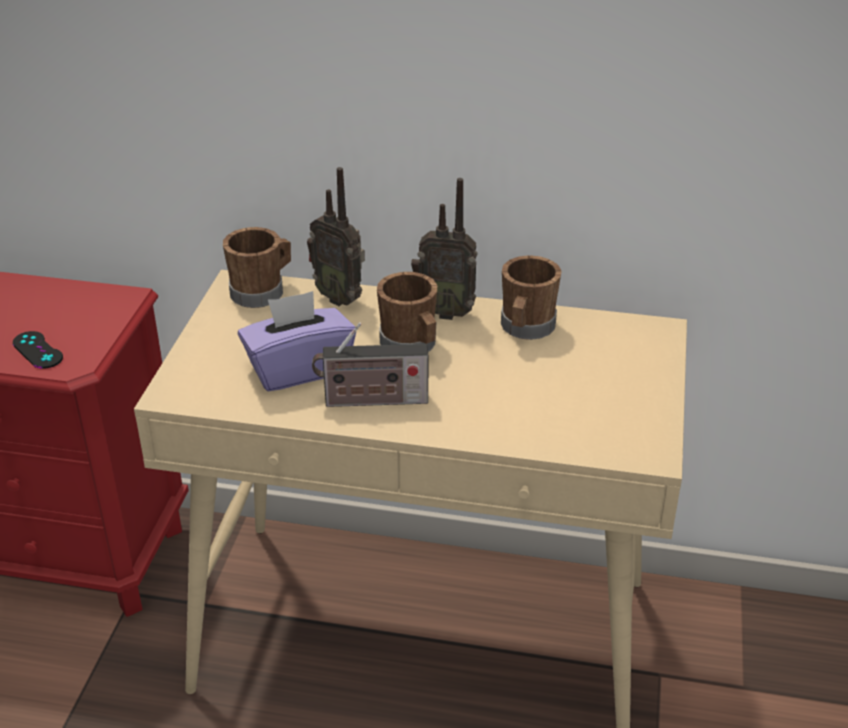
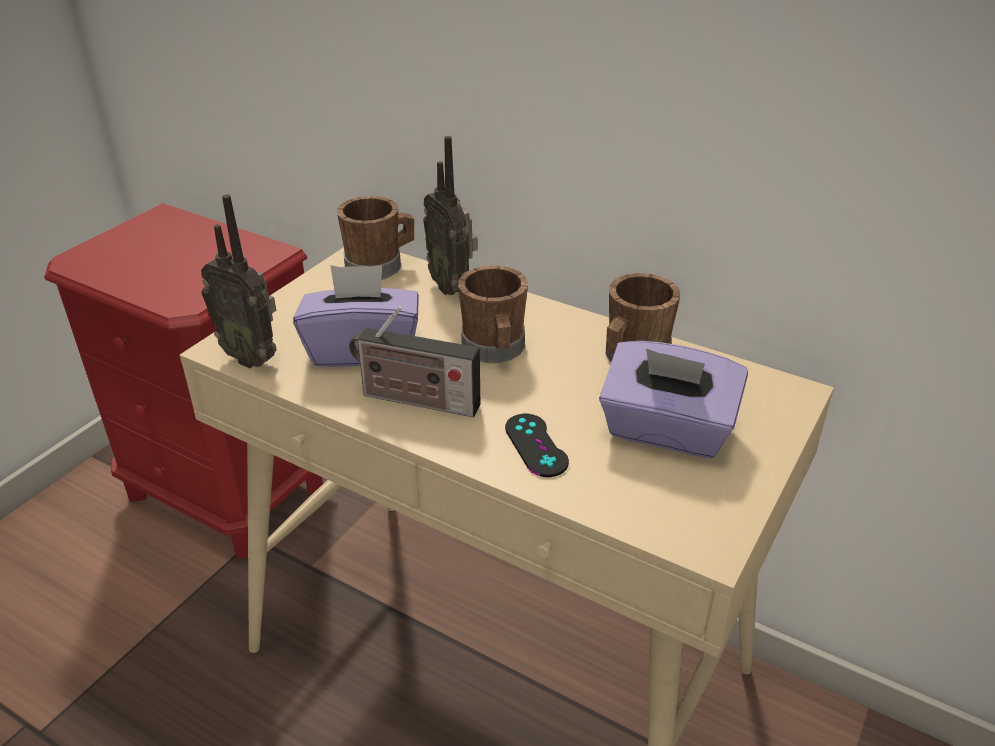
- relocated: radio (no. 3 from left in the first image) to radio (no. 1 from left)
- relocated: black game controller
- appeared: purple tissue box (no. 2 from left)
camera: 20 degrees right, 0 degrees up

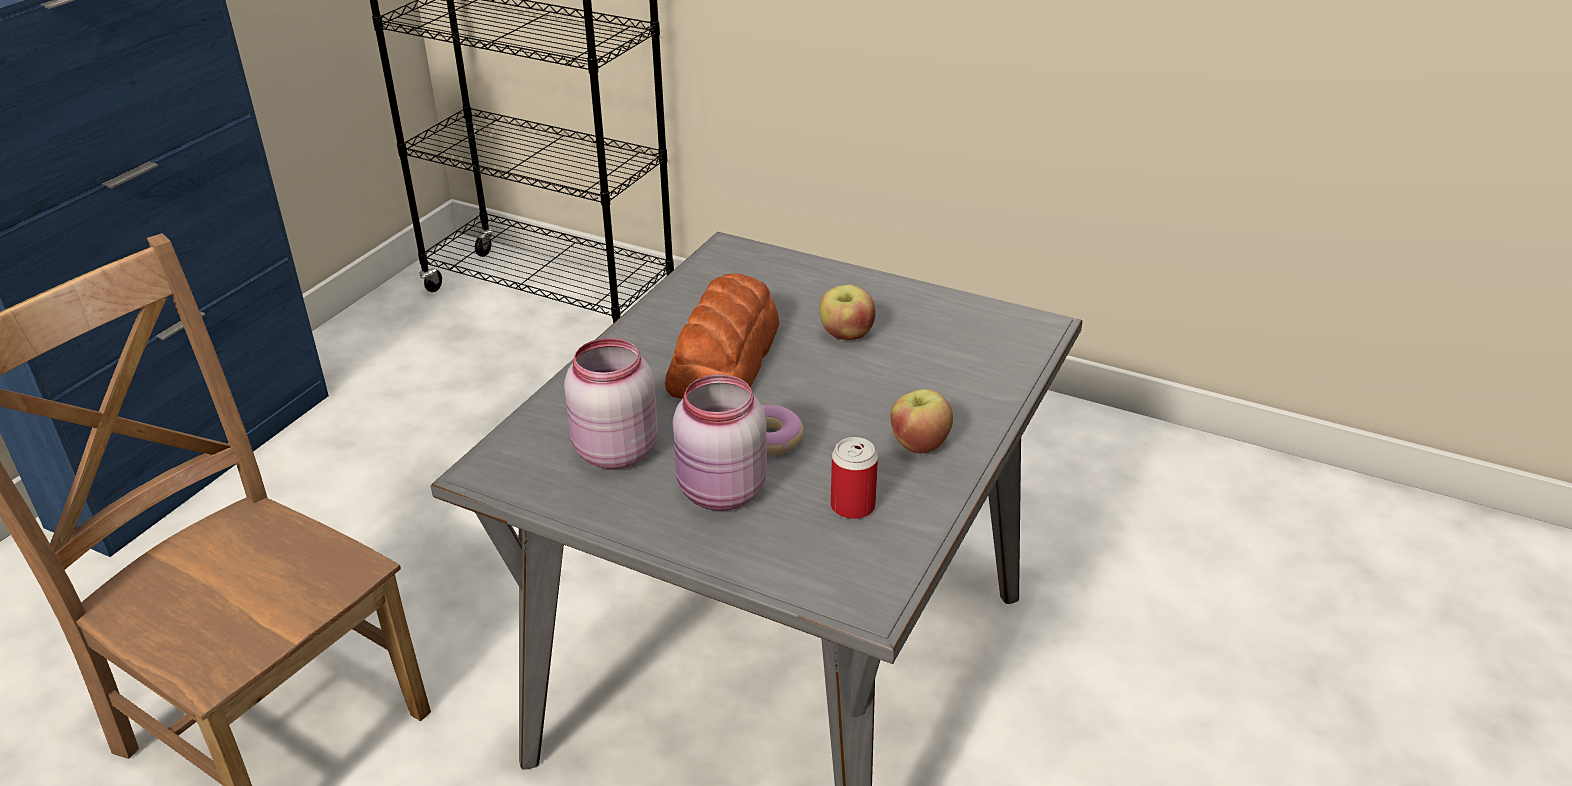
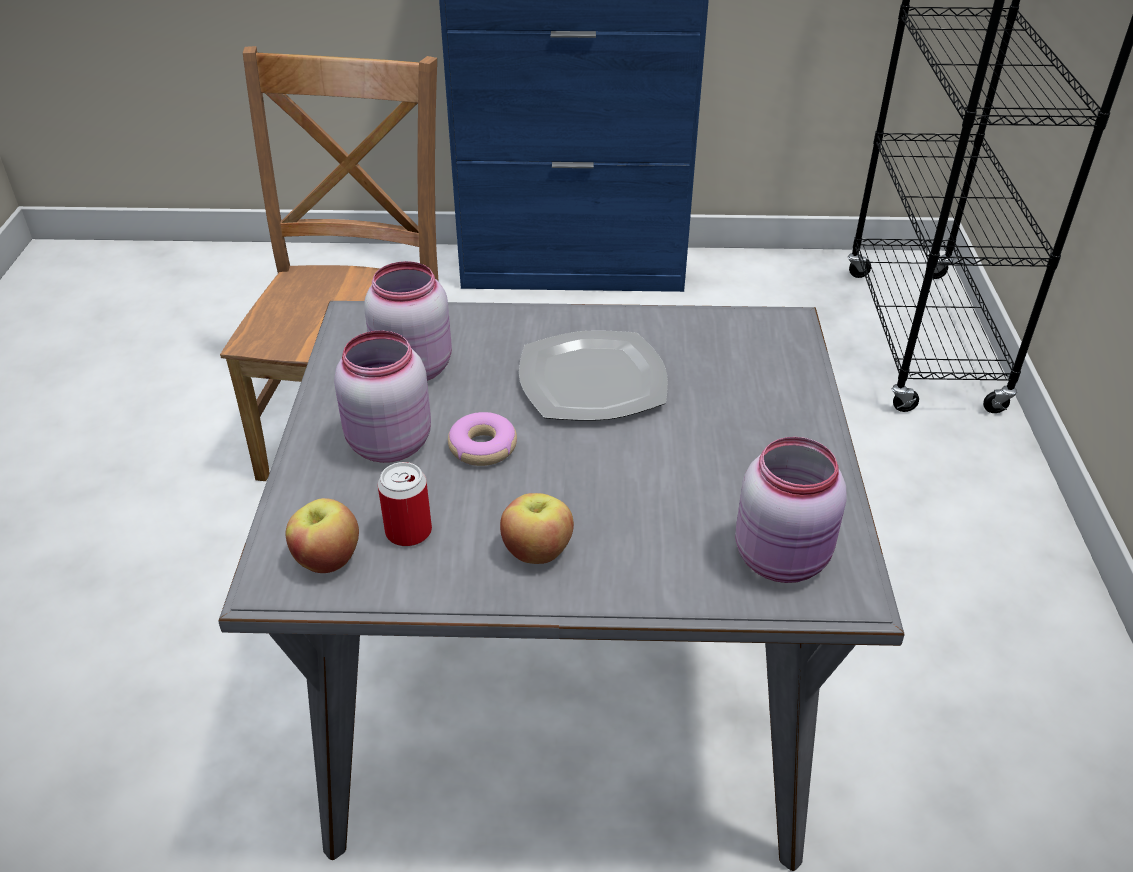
- exchanged: bread to plate
- relocated: apple (no. 1 from left)
- appeared: pink jar (no. 3 from left)
camera: 65 degrees right, 5 degrees up

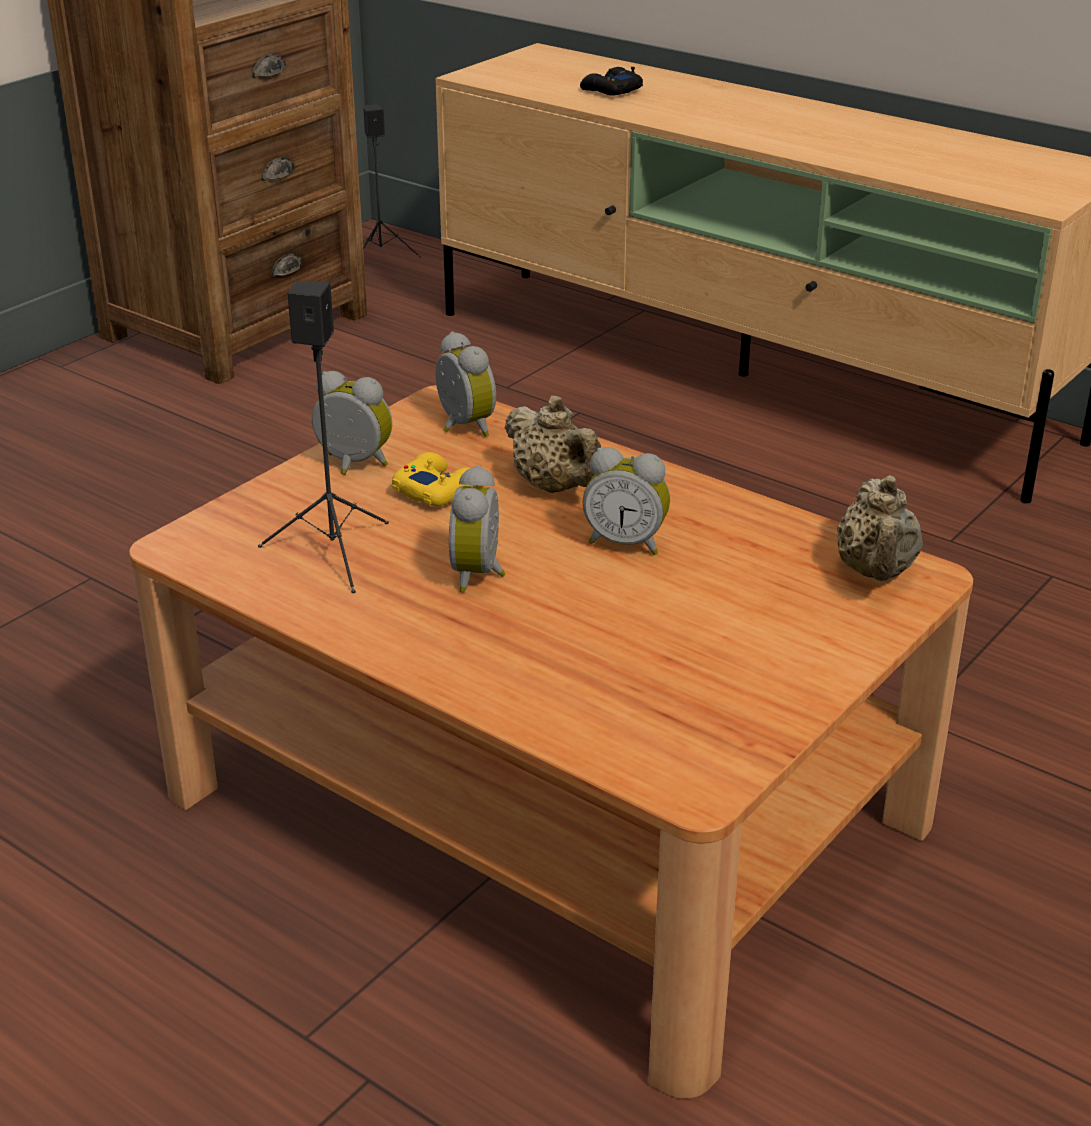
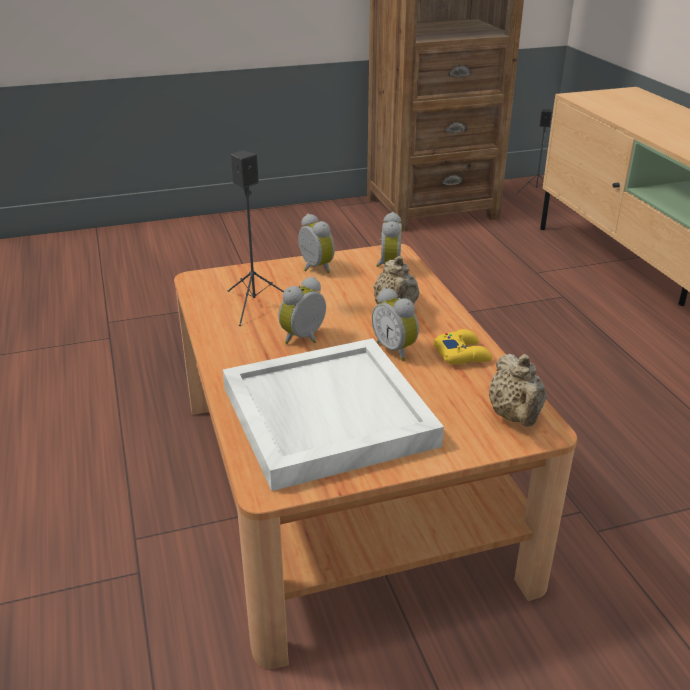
- missing: black game controller
- relocated: yellow game controller
- spun: beige teapot (no. 2 from left) 45 degrees counterclockwise
- appeared: white tray
camera: 35 degrees right, 0 degrees up

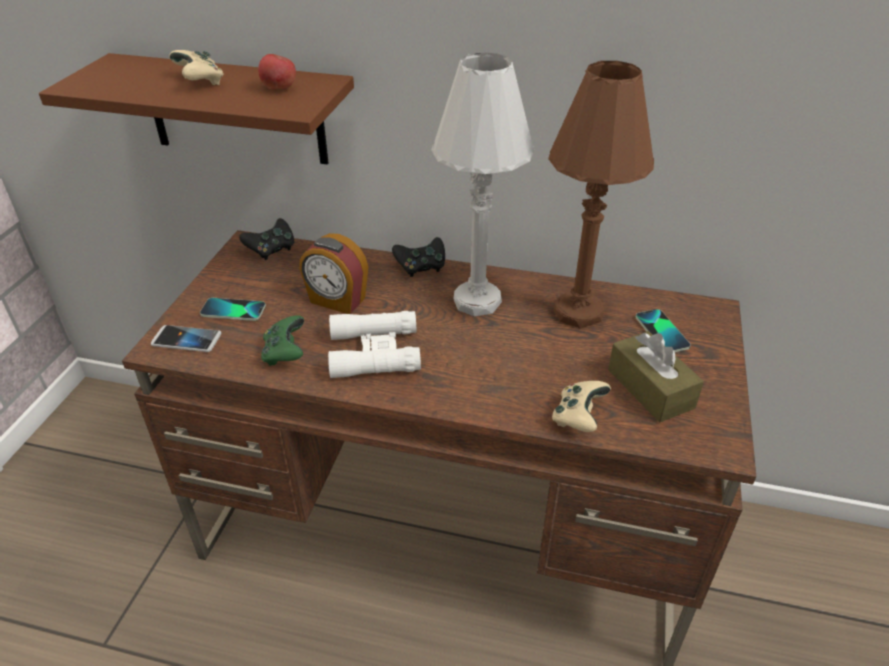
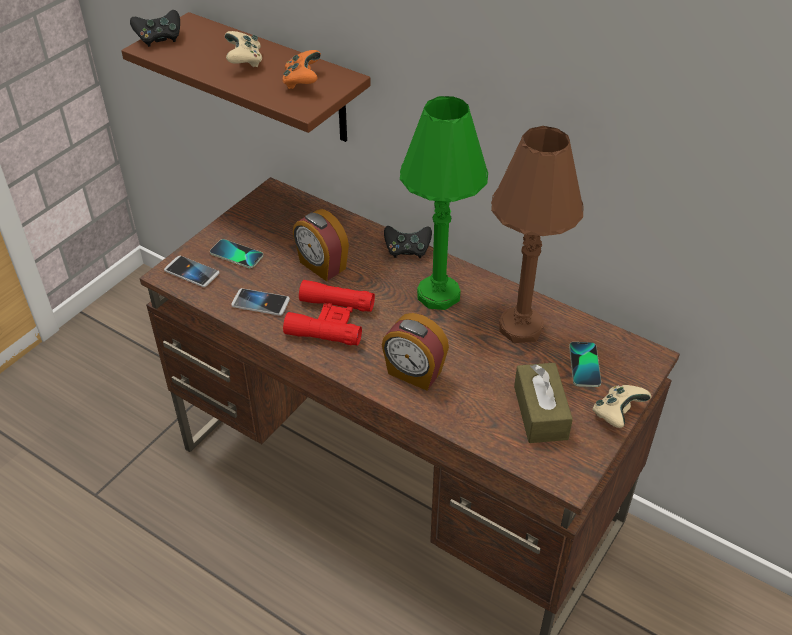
- colour: white table lamp to green table lamp
- exchanged: apple to orange game controller
- relocated: black game controller (no. 1 from left)
- colour: white binoculars to red binoculars
- exchanged: green game controller to phone (no. 3 from left)
- relocated: beige game controller (no. 2 from left)
- appeared: alarm clock (no. 2 from left)
camera: 20 degrees right, 5 degrees up

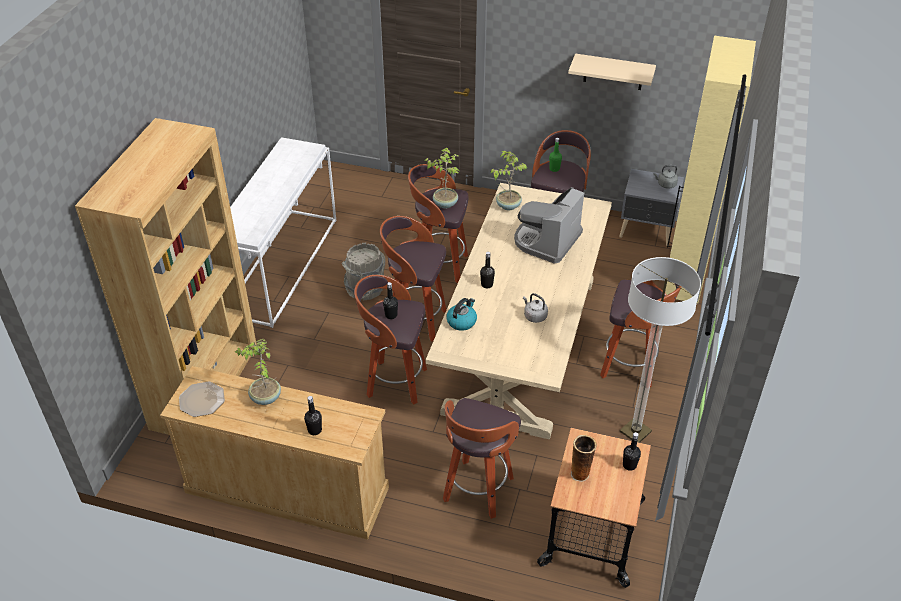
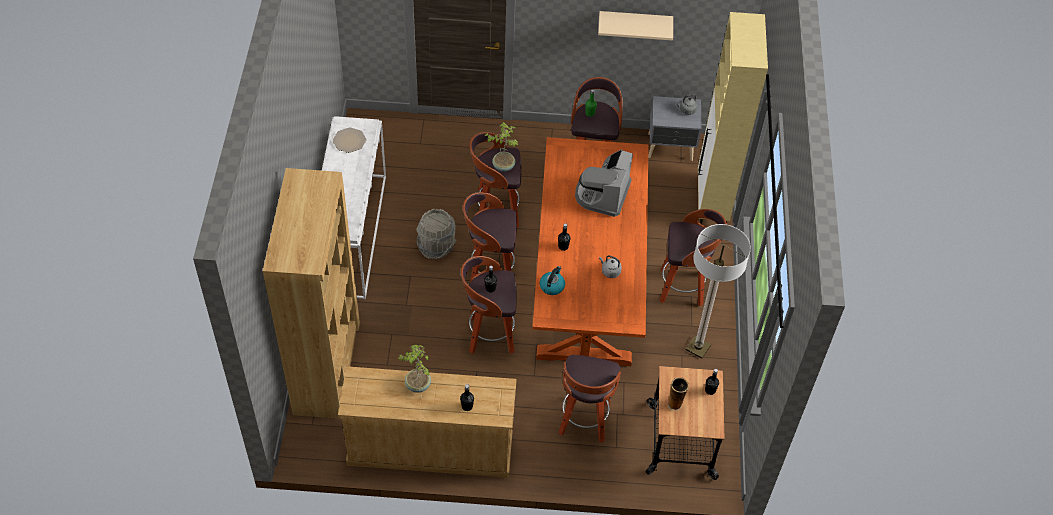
- missing: potted plant (no. 3 from left)
- colour: beige dining table to orange dining table
- relocated: plate
camera: 15 degrees left, 10 degrees up

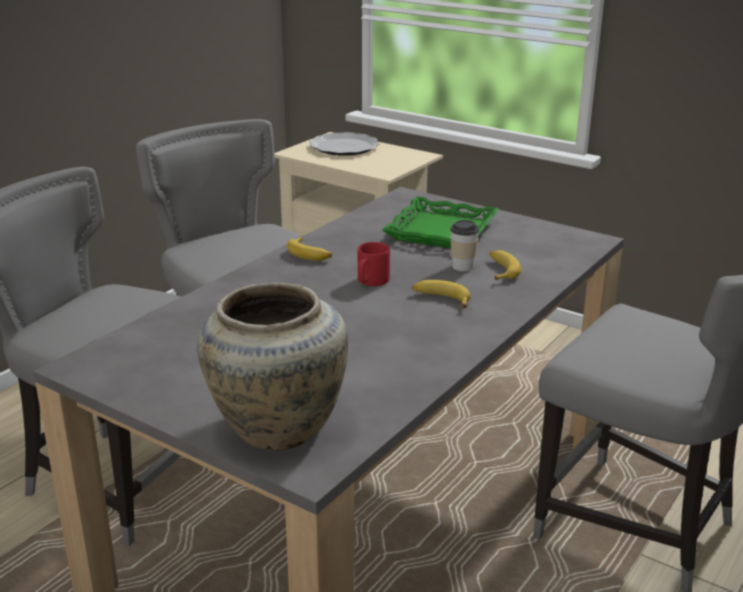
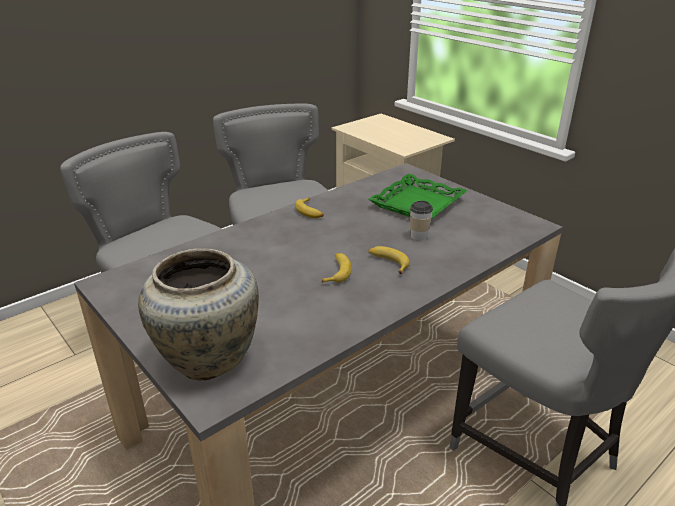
- missing: plate
- missing: red mug
- relocated: banana (no. 3 from left in the first image) to banana (no. 2 from left)
camera: 15 degrees right, 5 degrees up

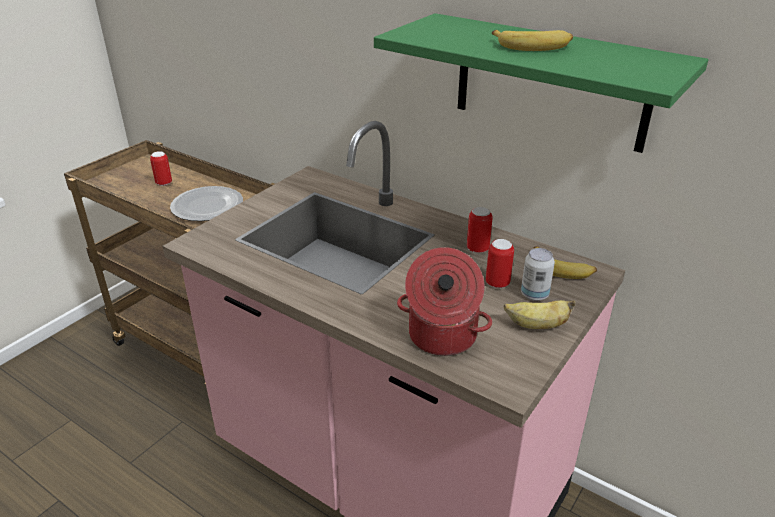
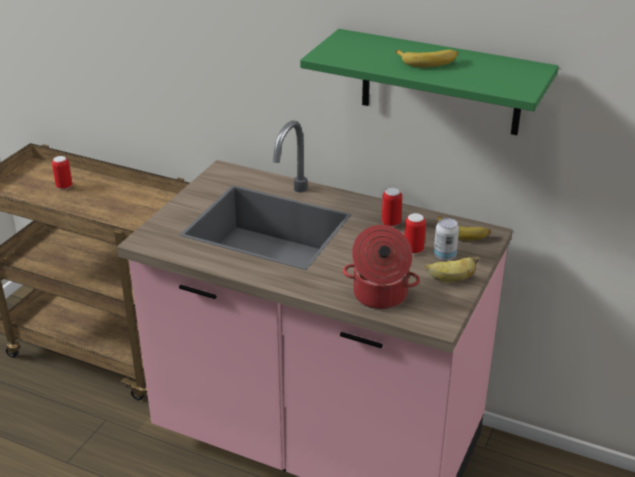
- missing: plate
camera: 10 degrees left, 0 degrees up

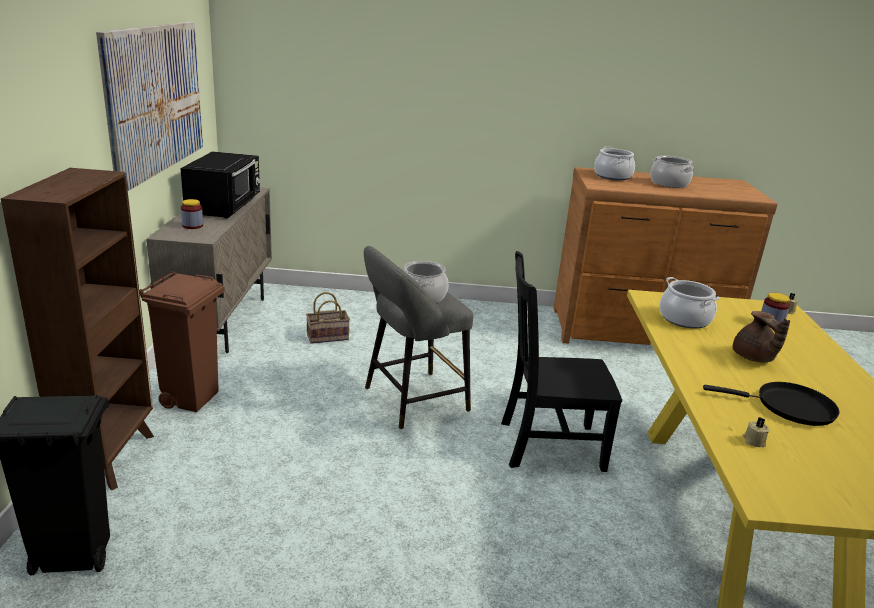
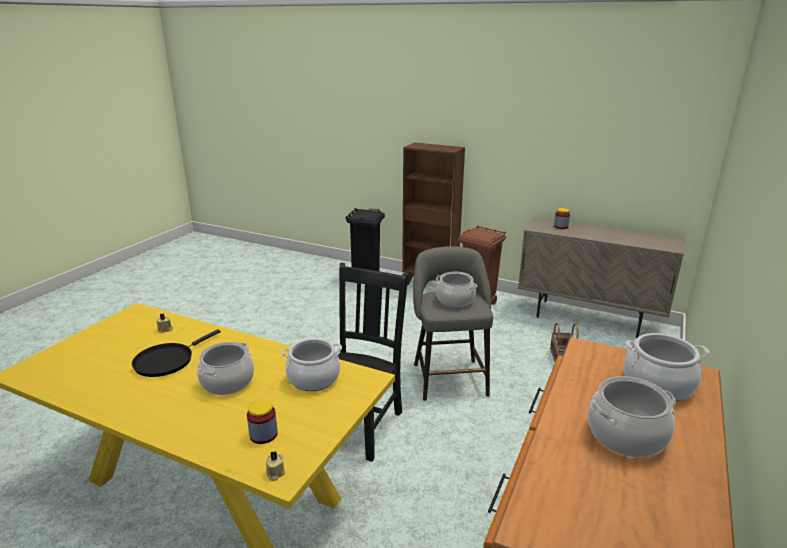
- missing: picture
- missing: black microwave
- exchanged: brown teapot to cooking pot (no. 1 from left)
camera: 115 degrees right, 0 degrees up

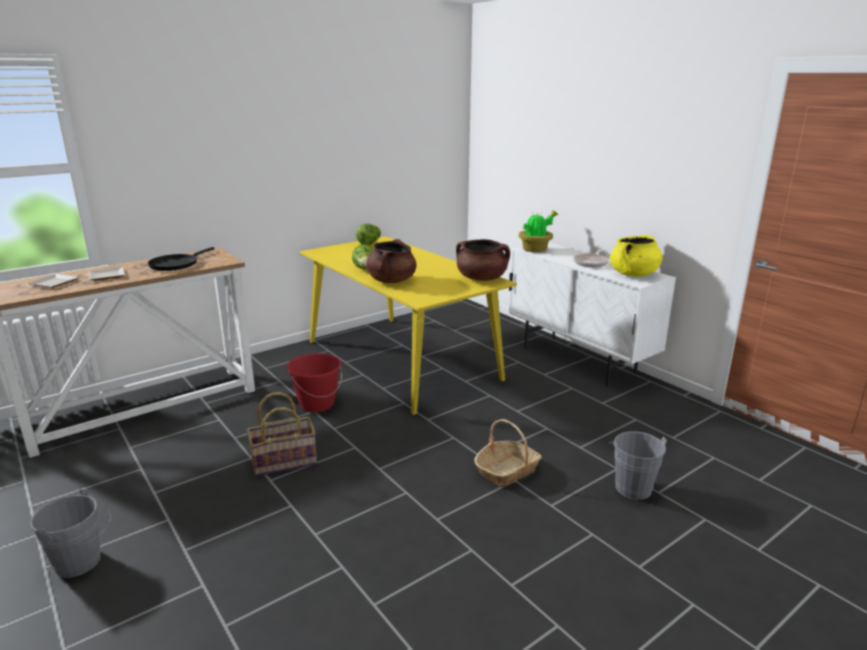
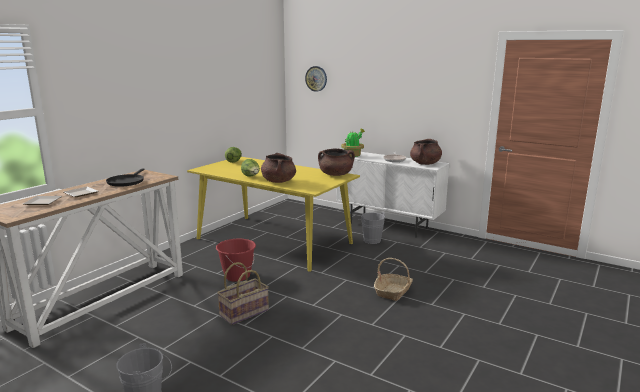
- colour: yellow cooking pot to brown cooking pot (no. 3 from left)
- relocated: grey bucket (no. 2 from left)
- appeared: wall clock
camera: 20 degrees left, 5 degrees down

